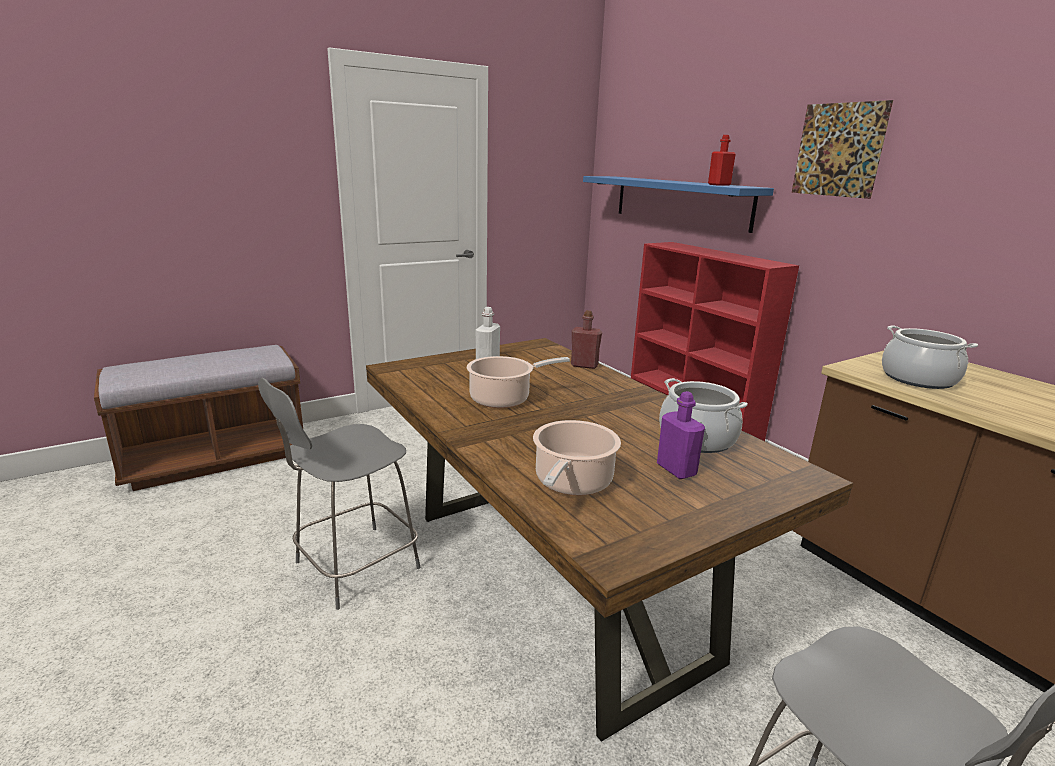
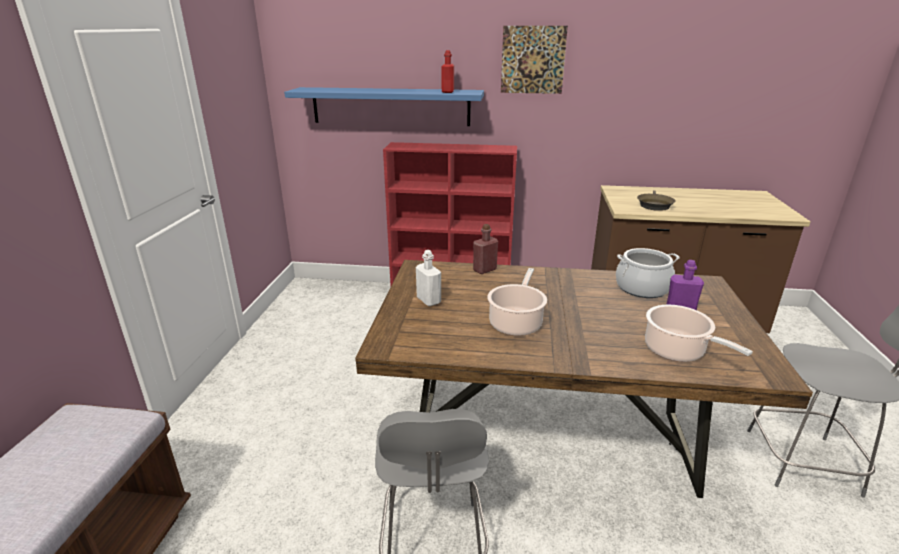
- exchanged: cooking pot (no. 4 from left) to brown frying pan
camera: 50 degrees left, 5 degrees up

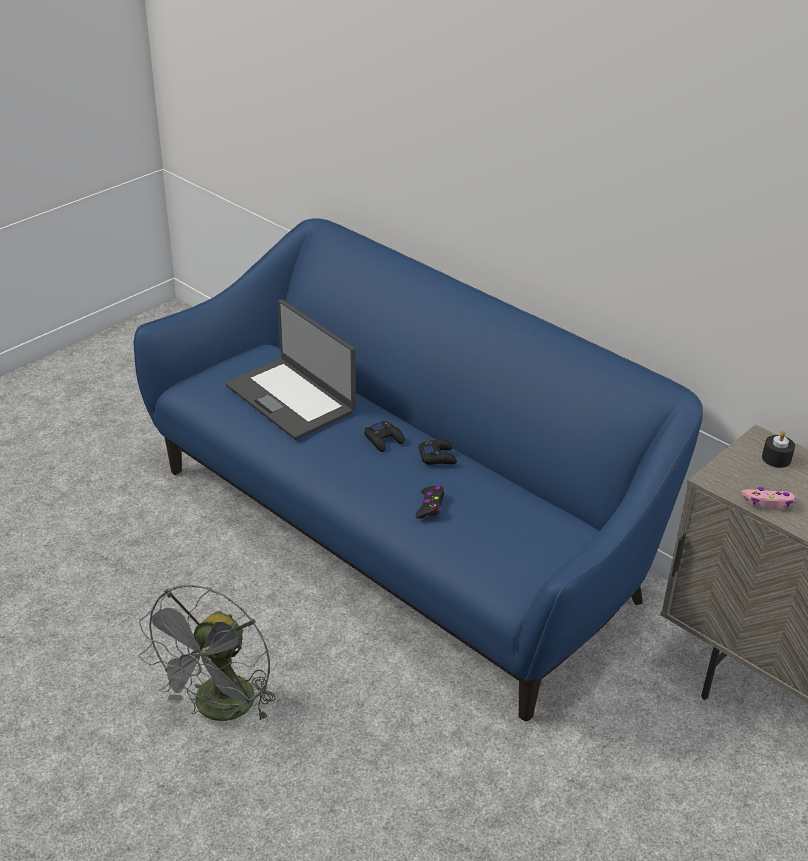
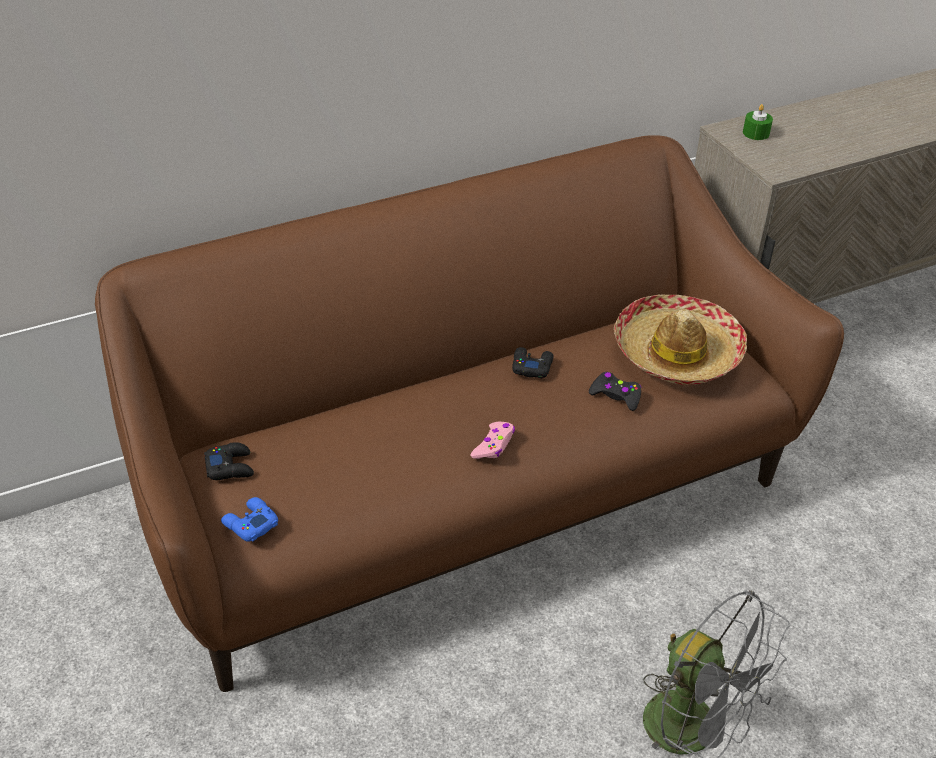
- colour: blue sofa to brown sofa
- missing: laptop
- relocated: black game controller (no. 1 from left)
- colour: black candle to green candle
- relocated: pink game controller
- appeared: hat
- appeared: blue game controller
camera: 70 degrees left, 5 degrees up

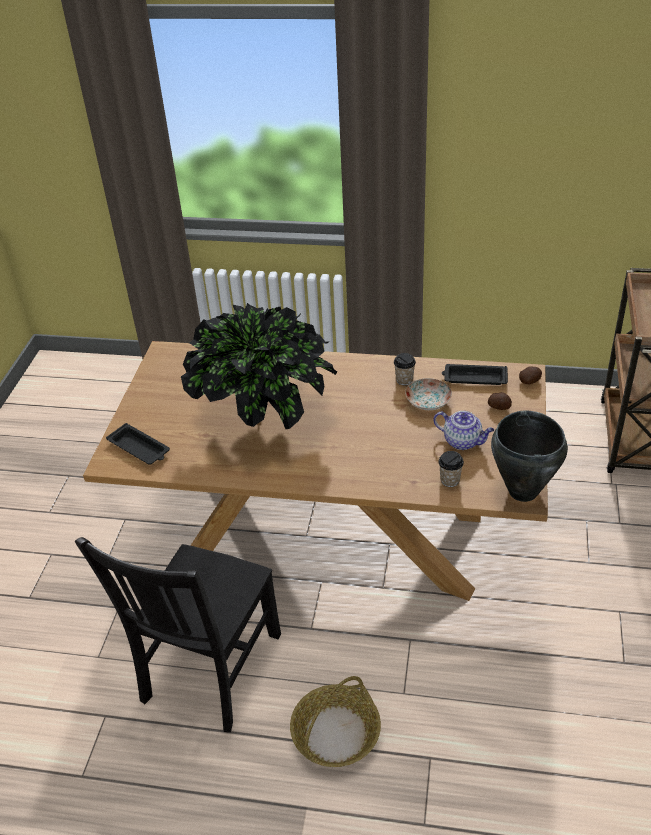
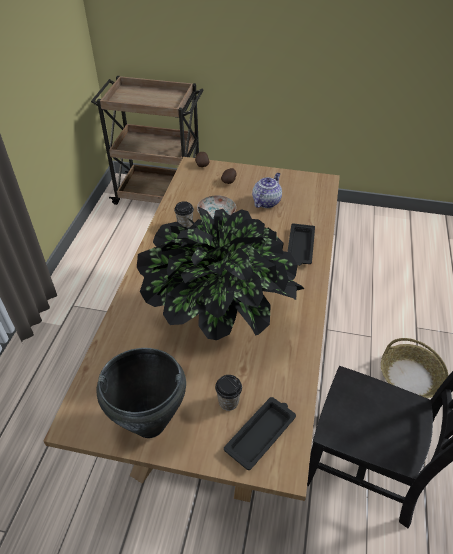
- relocated: black tray (no. 2 from left)
- relocated: black cooking pot
- relocated: cup (no. 2 from left)
camera: 90 degrees left, 5 degrees up

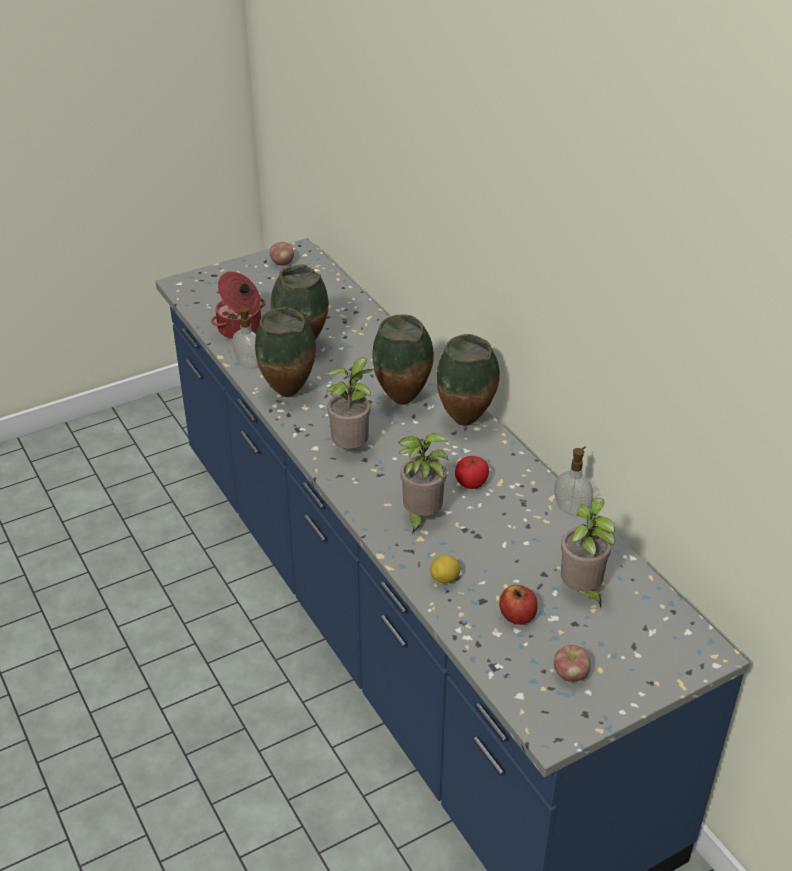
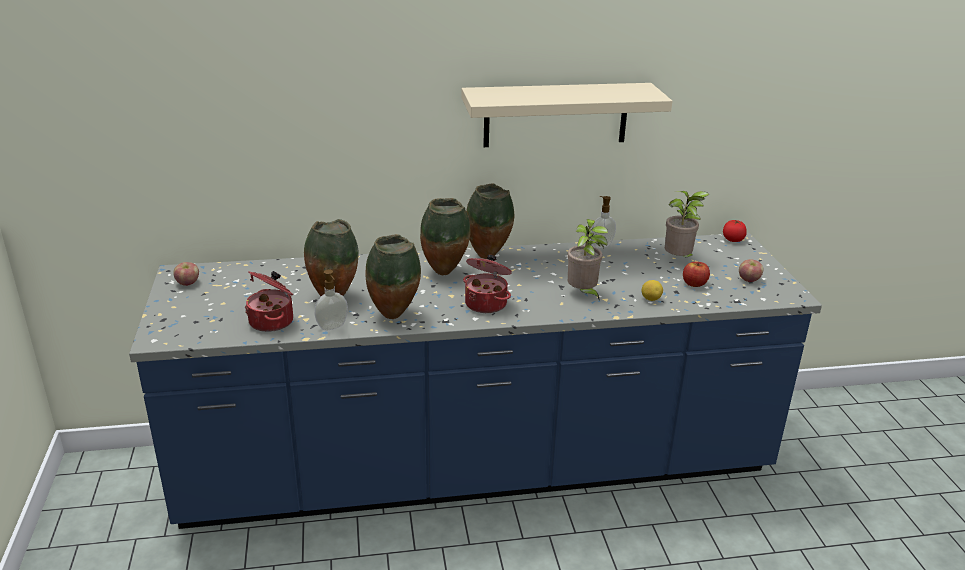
- exchanged: potted plant (no. 1 from left) to cooking pot (no. 2 from left)
- relocated: tomato
- appeared: beige shelf
camera: 70 degrees left, 10 degrees down

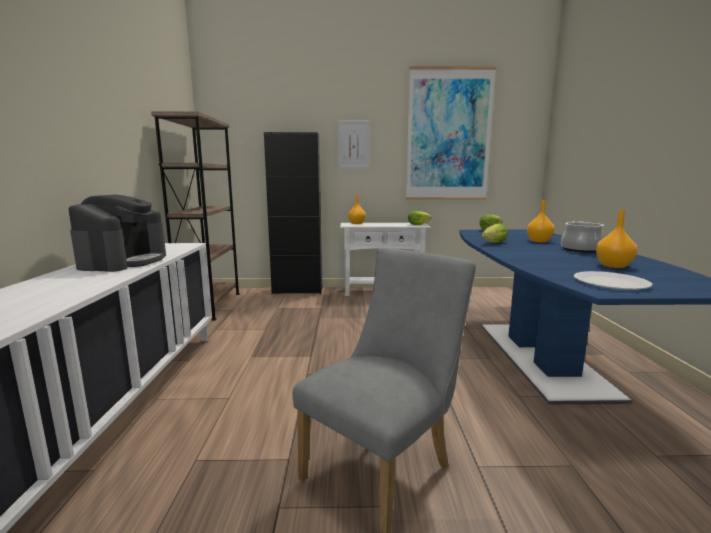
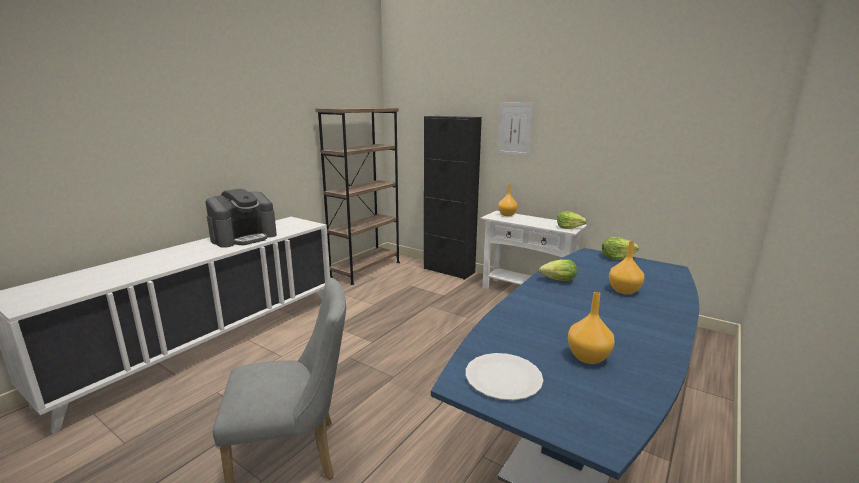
- missing: picture (no. 2 from left)
- missing: cooking pot
camera: 35 degrees right, 5 degrees up

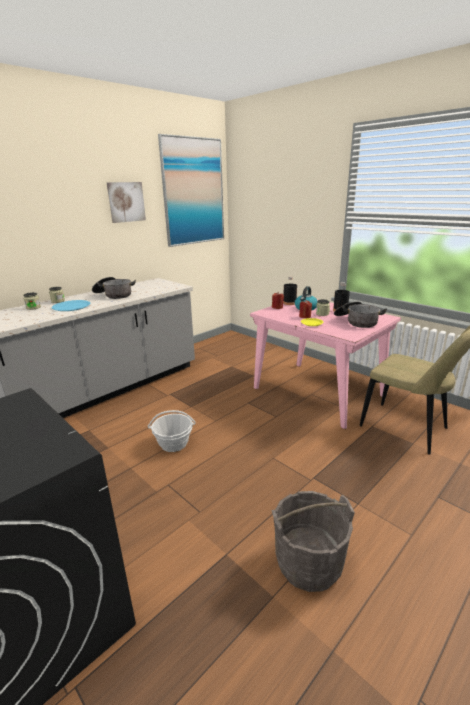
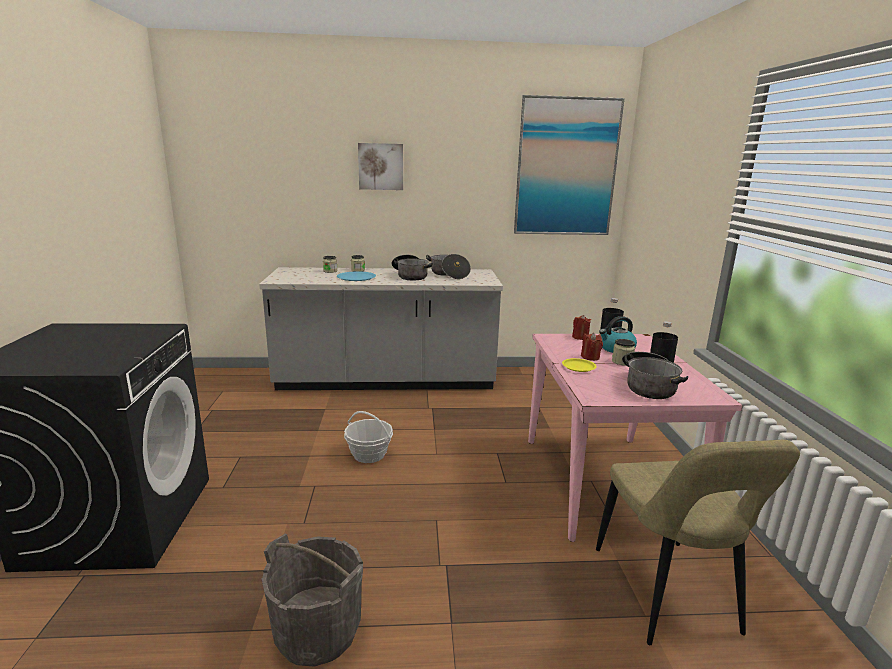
- relocated: picture (no. 1 from left)
- appeared: cooking pot (no. 2 from left)
camera: 40 degrees right, 5 degrees down

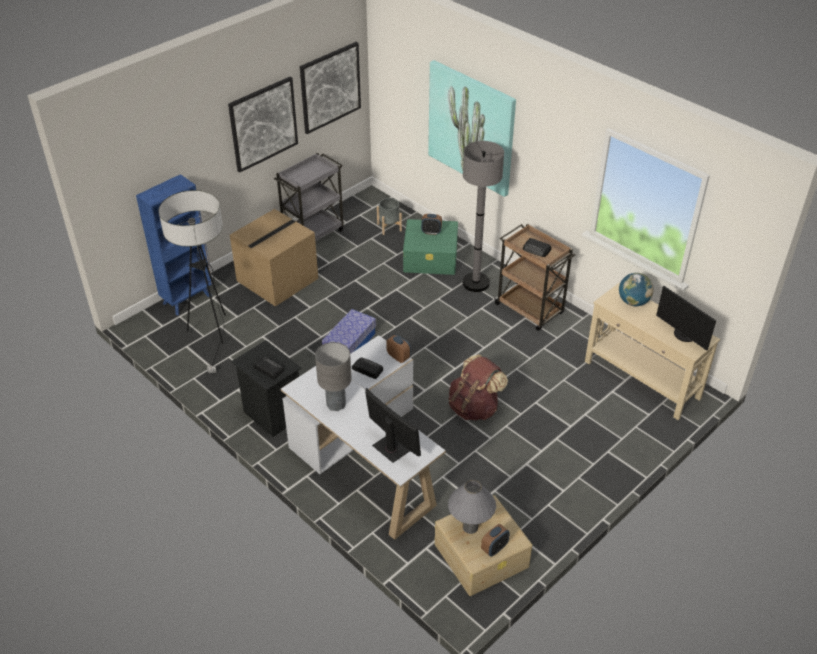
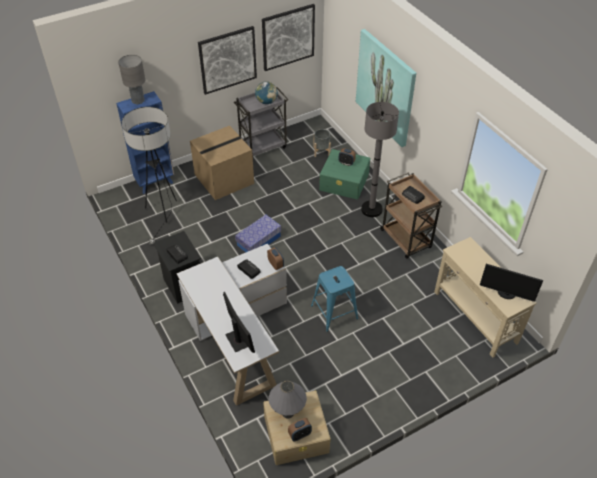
- relocated: globe
- spun: monitor (no. 2 from left) 45 degrees counterclockwise
- relocated: grey table lamp (no. 1 from left)
- exchanged: brown backpack to blue stool
camera: 15 degrees right, 5 degrees up

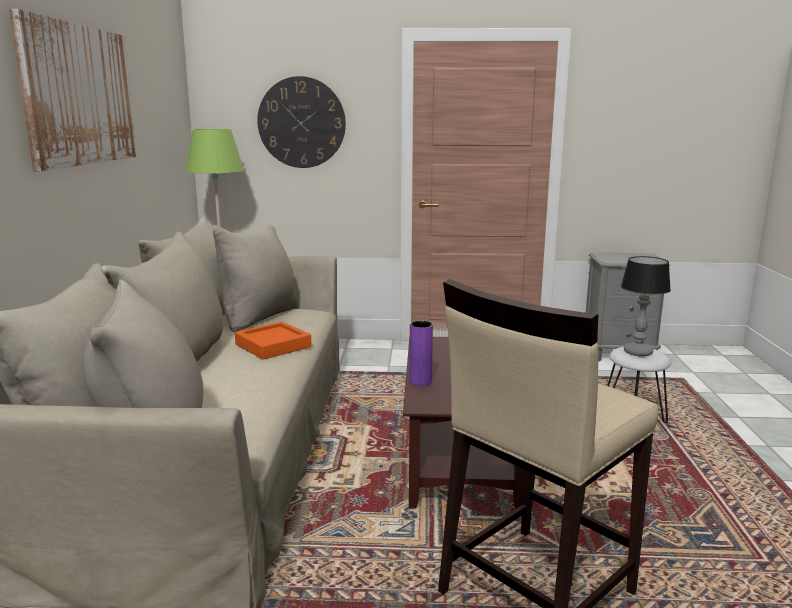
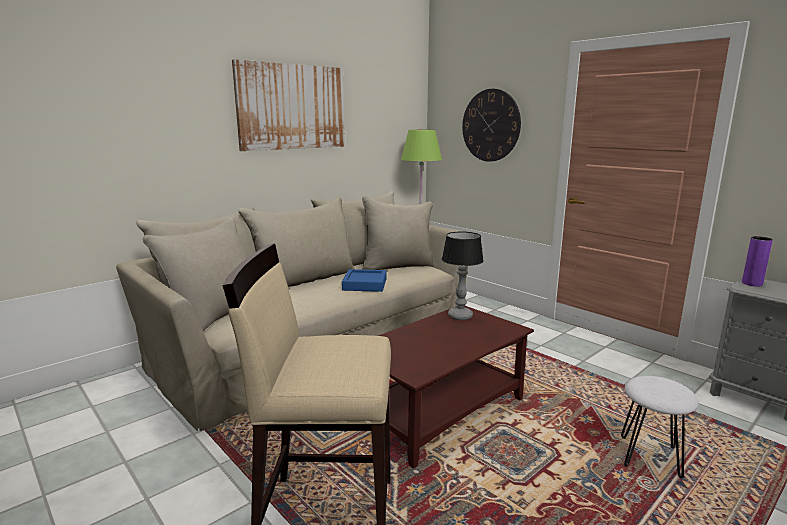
- relocated: table lamp
- relocated: purple vase
- colour: orange tray to blue tray
camera: 45 degrees right, 0 degrees up

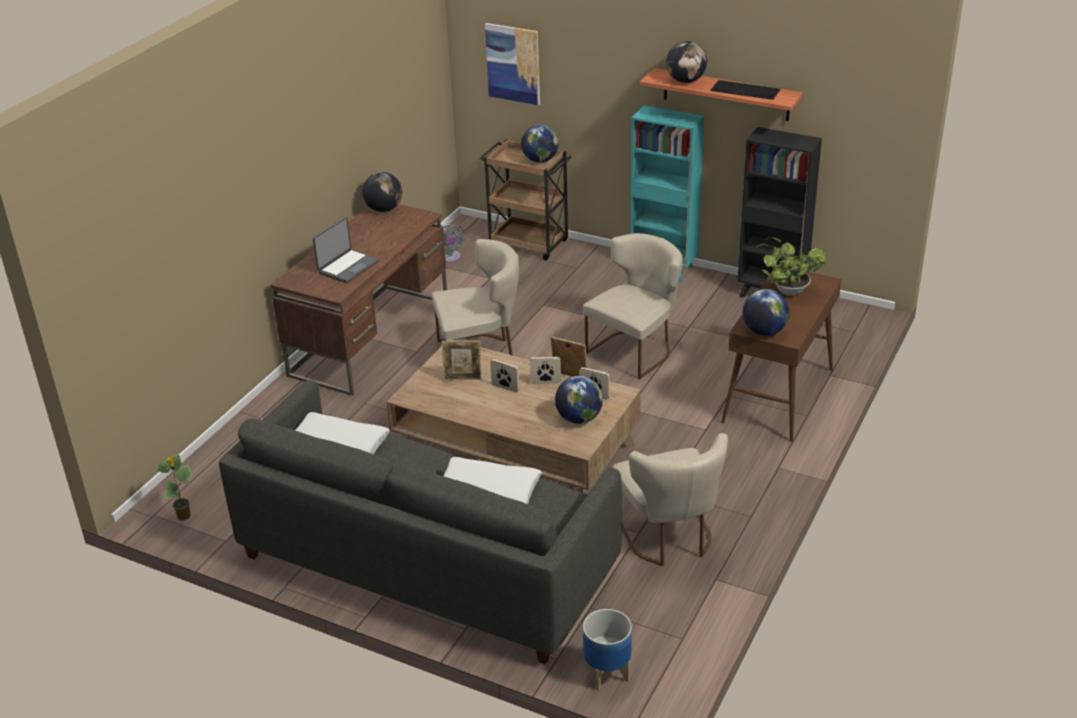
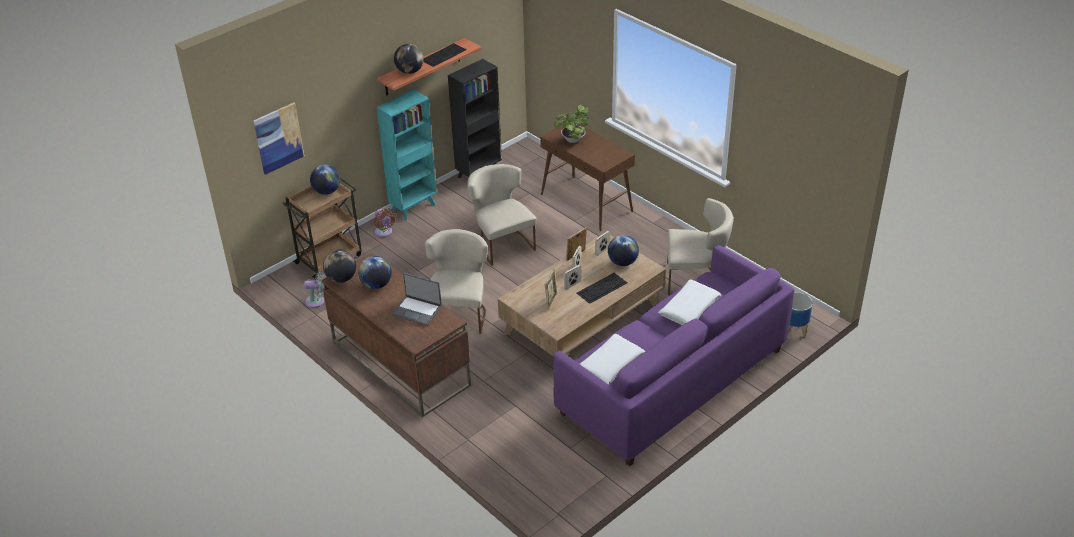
- spun: laptop 150 degrees clockwise
- relocated: globe (no. 5 from left in the first image) to globe (no. 3 from left)
- colour: grey sofa to purple sofa
- missing: potted plant (no. 1 from left)
- appeared: brown fan
- appeared: keyboard (no. 2 from left)
camera: 70 degrees left, 5 degrees up

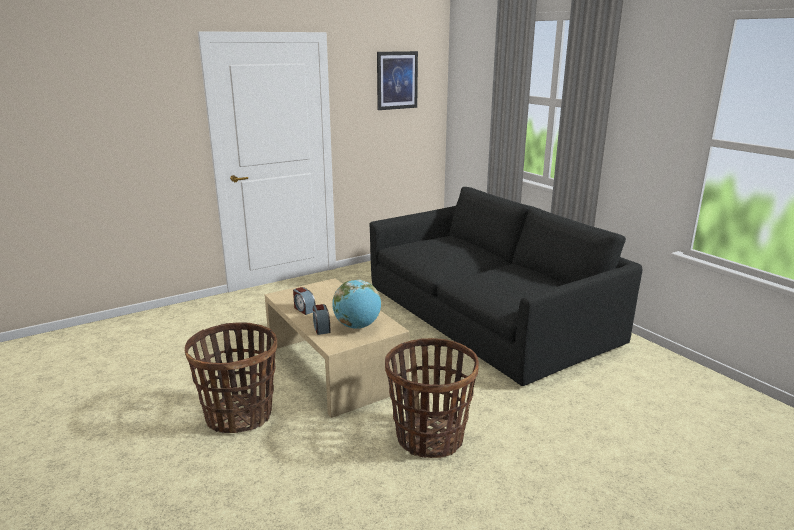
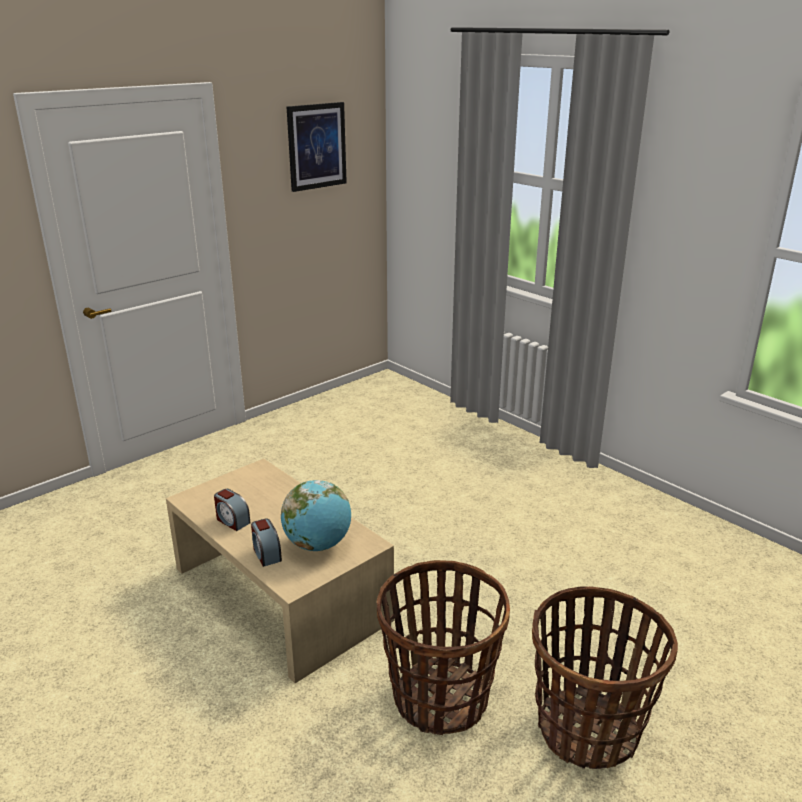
- missing: black sofa
- relocated: basket (no. 1 from left in the first image) to basket (no. 2 from left)
camera: 10 degrees left, 5 degrees up

